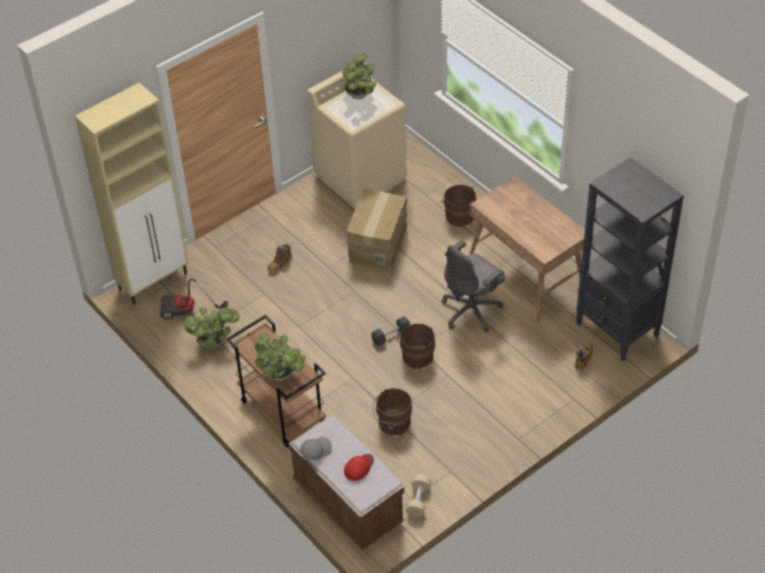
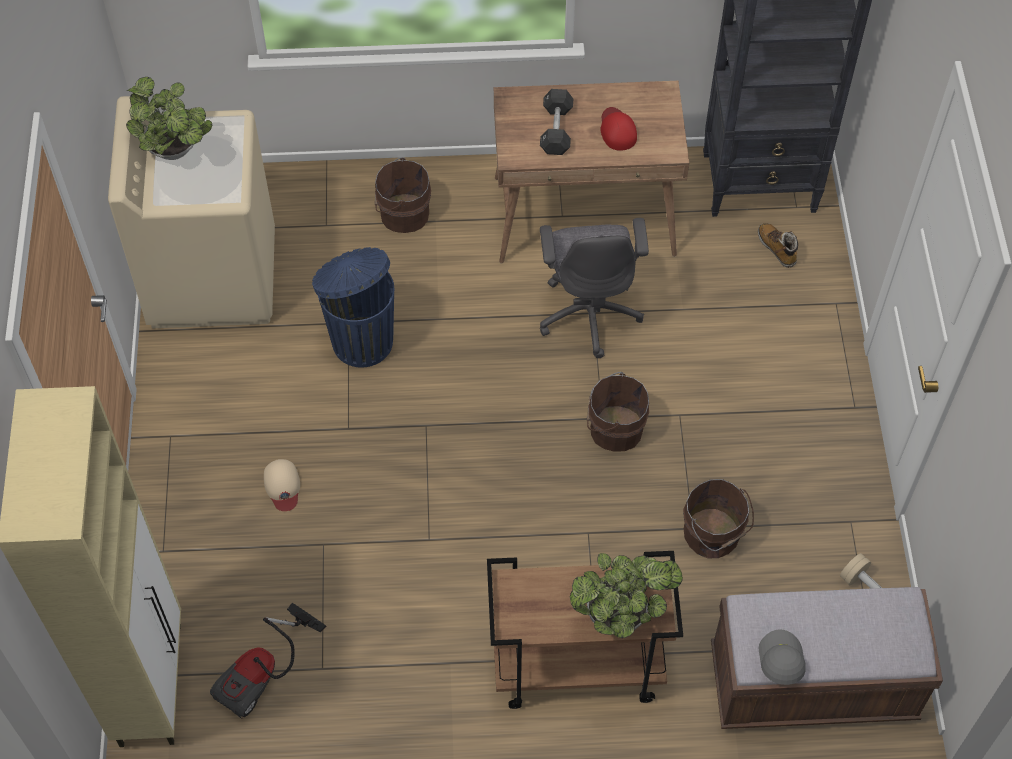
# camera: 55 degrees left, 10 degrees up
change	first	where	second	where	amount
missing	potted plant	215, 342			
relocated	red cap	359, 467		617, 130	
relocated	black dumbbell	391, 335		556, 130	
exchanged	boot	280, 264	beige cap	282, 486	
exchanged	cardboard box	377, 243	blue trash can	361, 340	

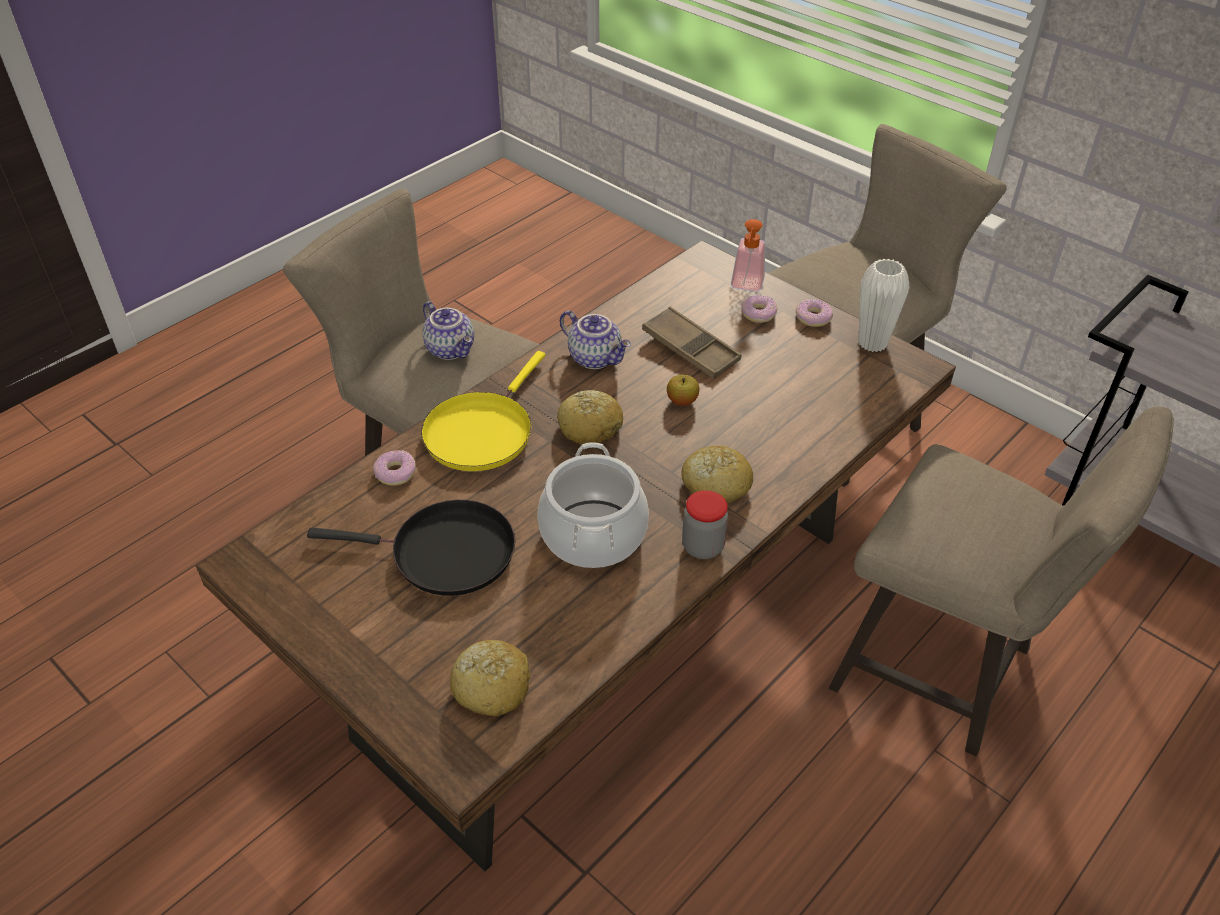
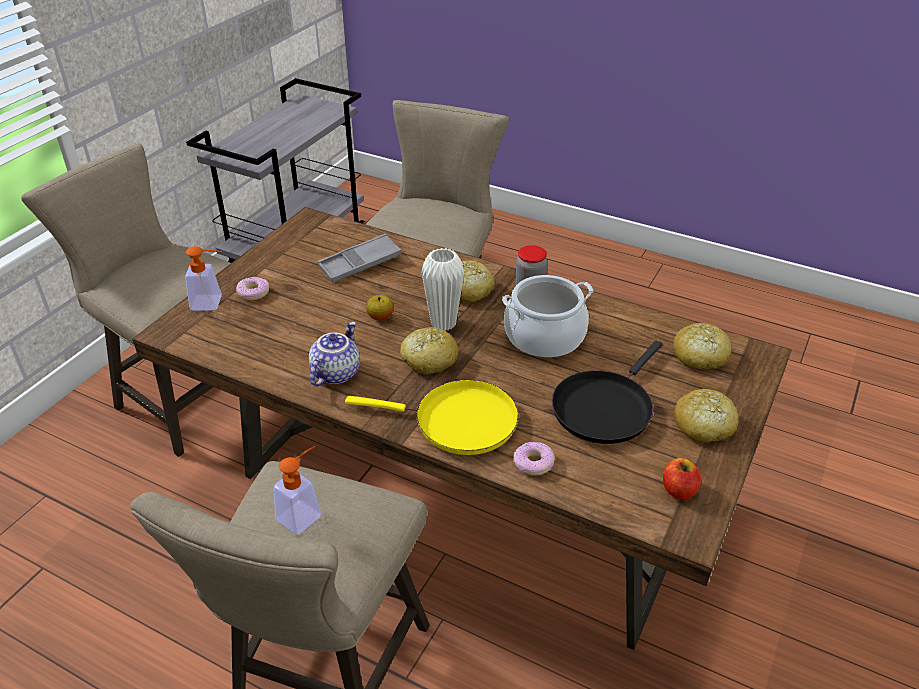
# camera: 105 degrees left, 5 degrees down
change	first	where	second	where	amount
missing	brown tray	690, 348			
missing	donut	813, 318			
appeared			grey tray	360, 263	
appeared			apple	679, 490	
appeared			bread	703, 425	
relocated	white vase	872, 343		443, 323	
exchanged	teapot	451, 349	soap dispenser	304, 513	
spun	black frying pan	445, 553		604, 407	135 degrees counterclockwise

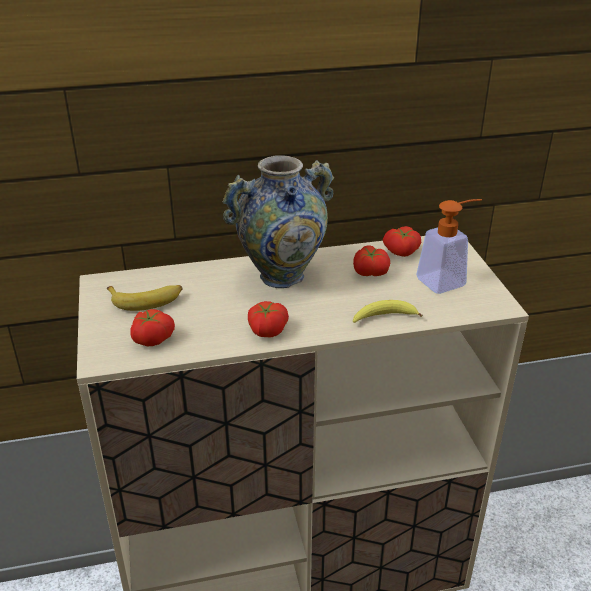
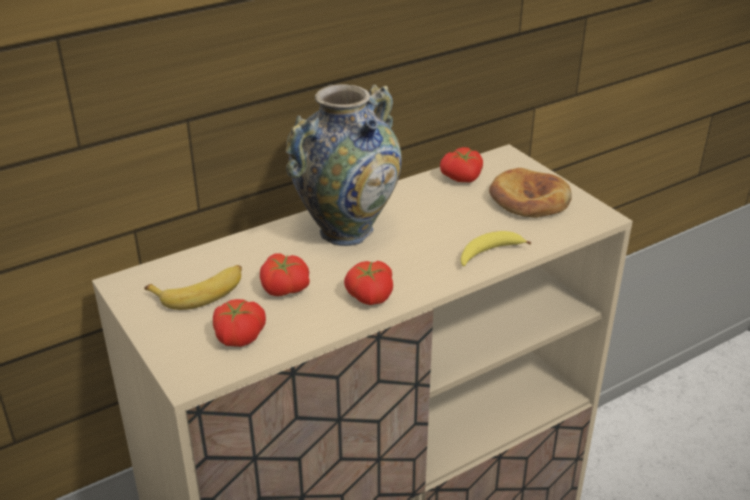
# camera: 20 degrees left, 0 degrees up
change	first	where	second	where	amount
relocated	tomato	369, 273		284, 289	
exchanged	soap dispenser	447, 280	bread	529, 199	

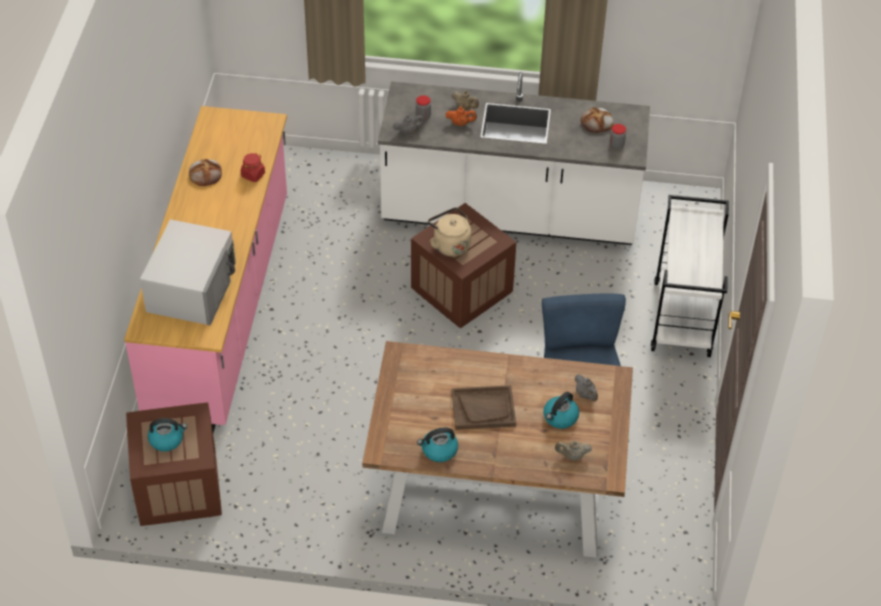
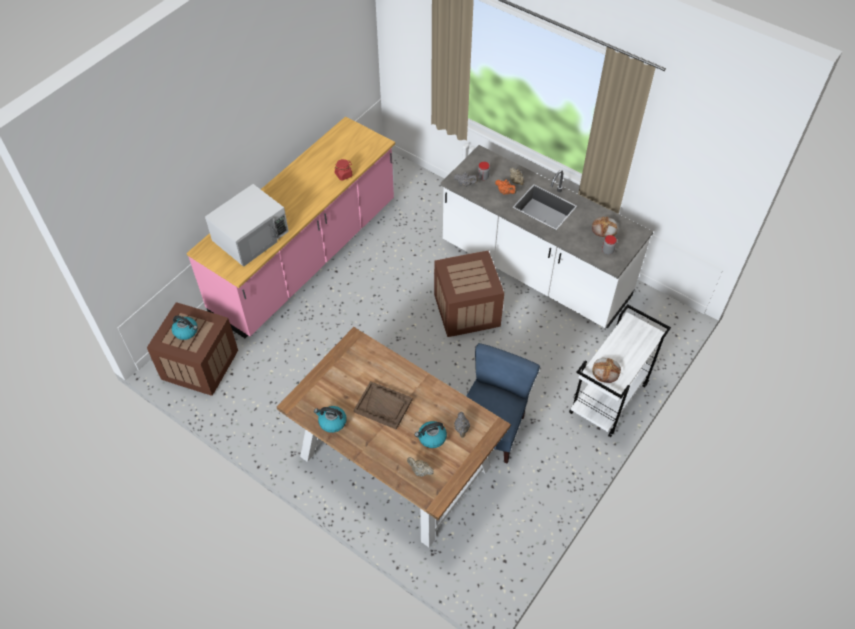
# camera: 30 degrees right, 5 degrees up
change	first	where	second	where	amount
missing	beige kettle	450, 244			
relocated	bread	206, 174		606, 371	

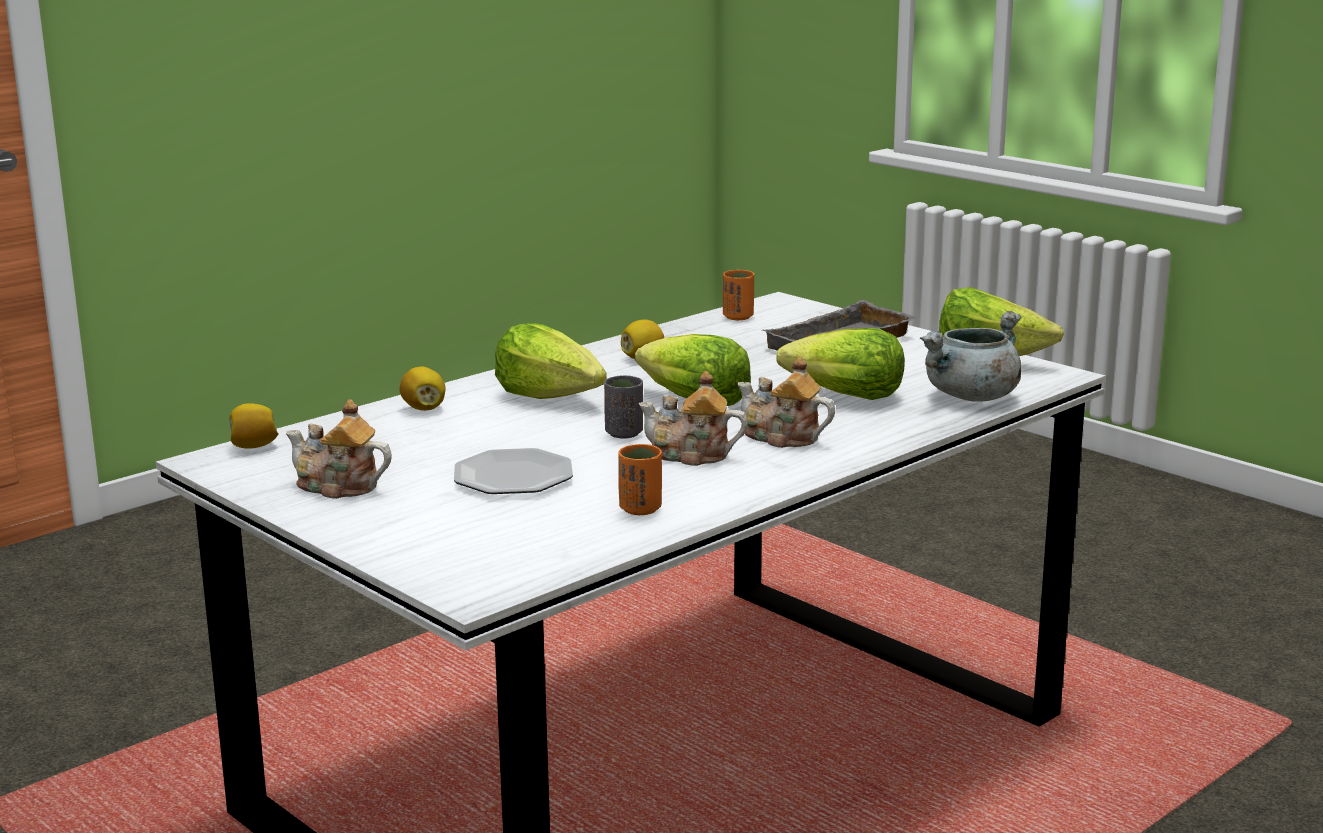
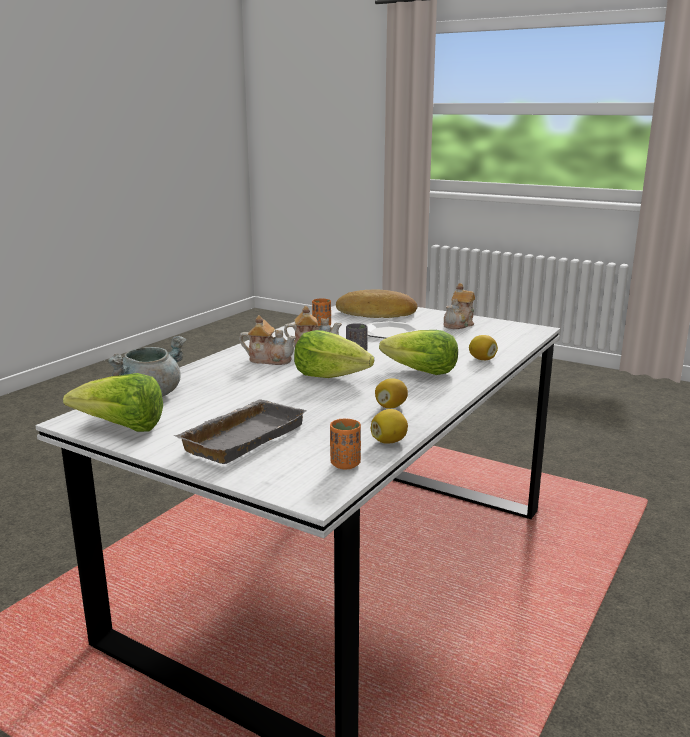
# camera: 165 degrees right, 0 degrees up
change	first	where	second	where	amount
missing	lettuce	844, 396			
appeared			bread	377, 313	
relocated	lemon	253, 447		389, 441	
spun	teapot	338, 487		459, 324	120 degrees clockwise

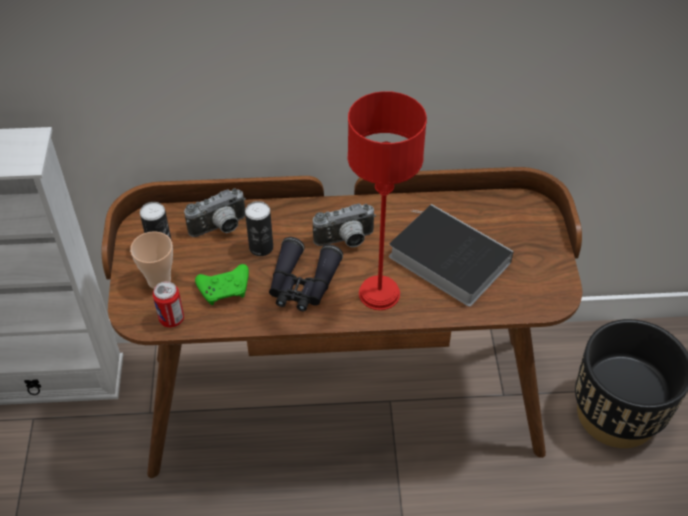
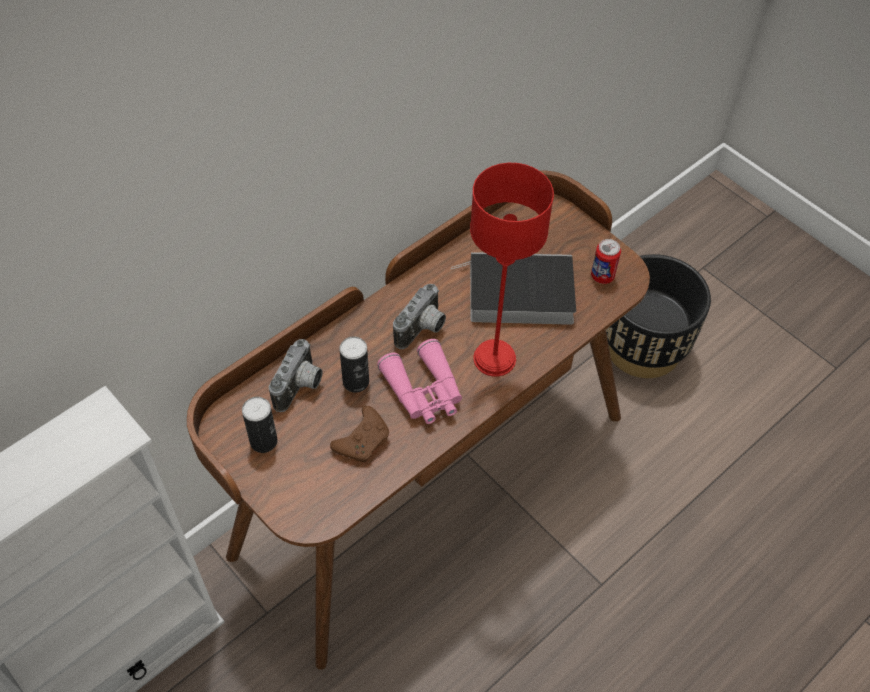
# camera: 40 degrees left, 5 degrees up
change	first	where	second	where	amount
missing	cup	159, 280			
relocated	can	171, 319		602, 276	
colour	green game controller	225, 289	brown game controller	363, 440	
colour	black binoculars	302, 284	pink binoculars	424, 391	

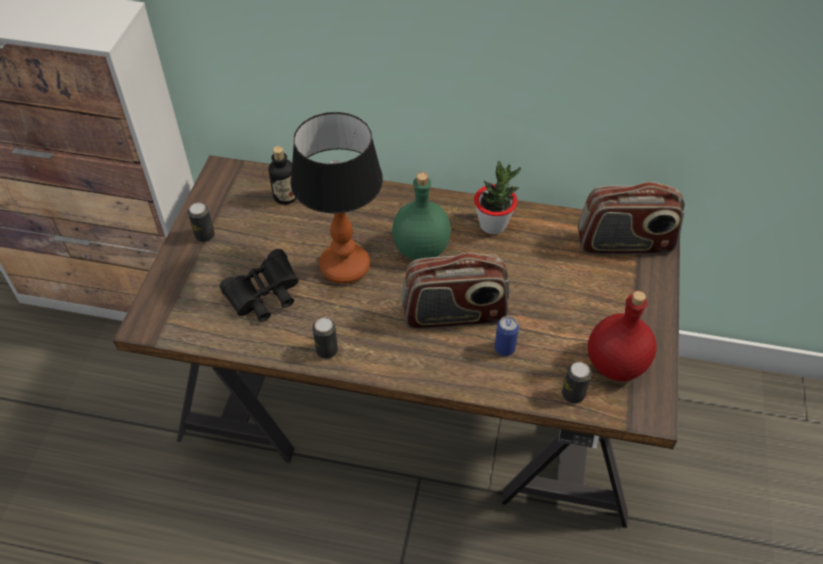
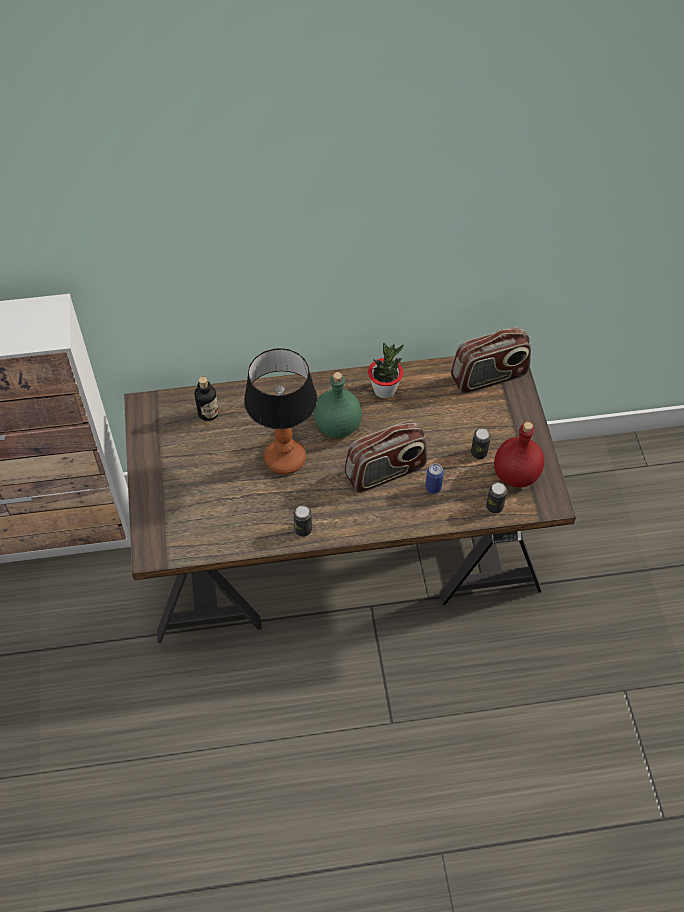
# camera: 20 degrees left, 5 degrees up
change	first	where	second	where	amount
missing	black binoculars	264, 297			
relocated	can	205, 235		479, 453	

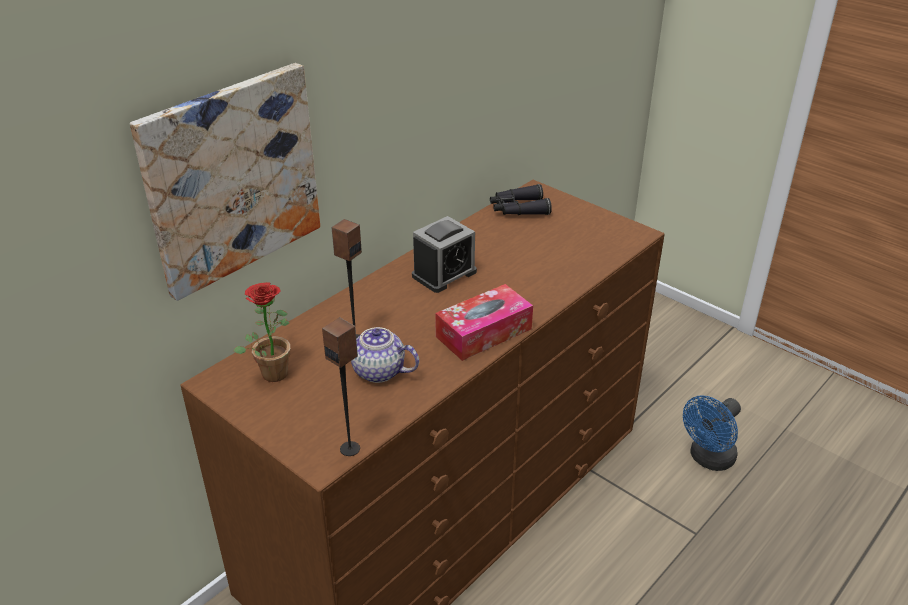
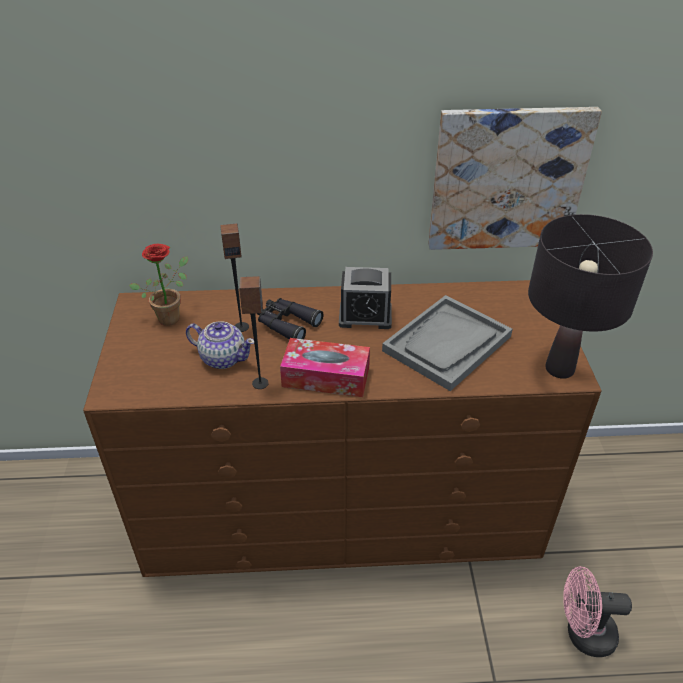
# camera: 45 degrees right, 5 degrees up
change	first	where	second	where	amount
appeared			grey tray	447, 344	
appeared			black table lamp	559, 368	
relocated	picture	231, 178		507, 179	
relocated	speaker	350, 448		260, 383	
relocated	black binoculars	518, 209		286, 324	
colour	blue fan	708, 459	pink fan	582, 634	
spun	teapot	379, 371		223, 358	135 degrees clockwise

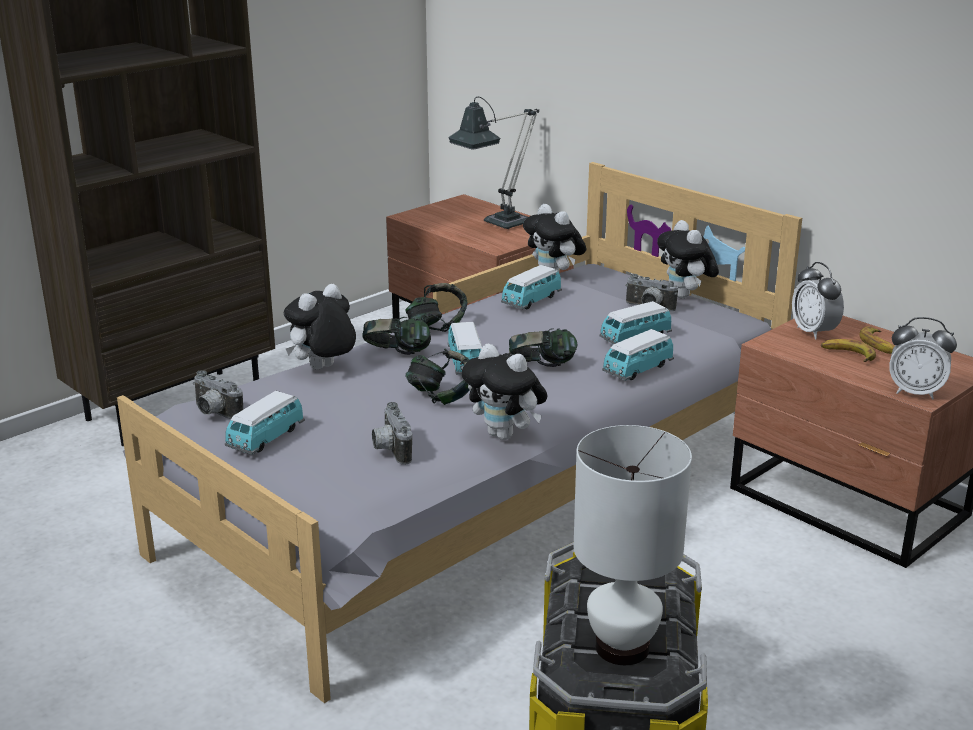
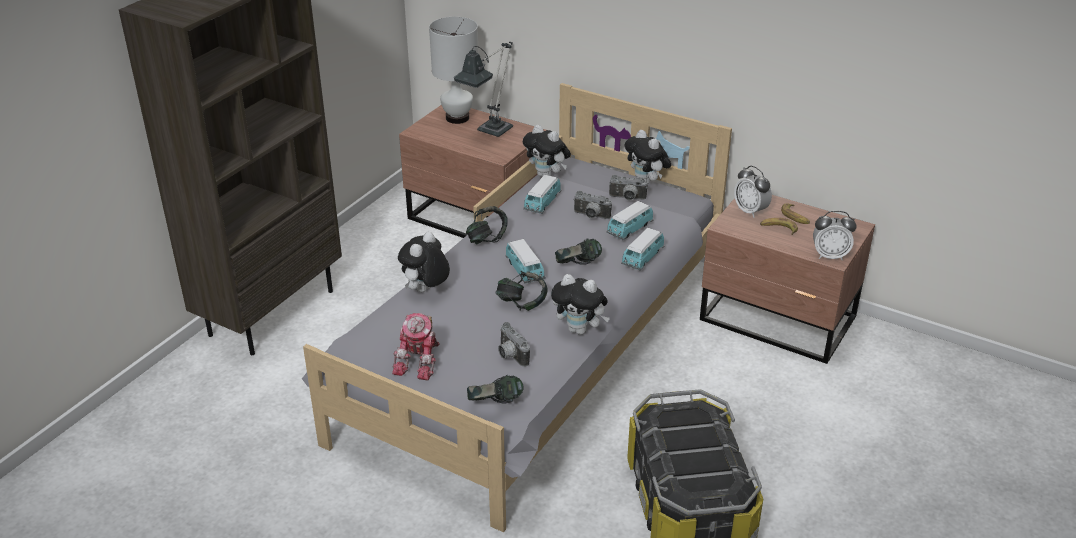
# camera: 15 degrees left, 10 degrees up
change	first	where	second	where	amount
relocated	photo camera	214, 414		590, 216	
relocated	headphones	397, 355		495, 405	
relocated	white table lamp	621, 647		457, 118	
exchanged	toy car	266, 439	toy robot	420, 361	

